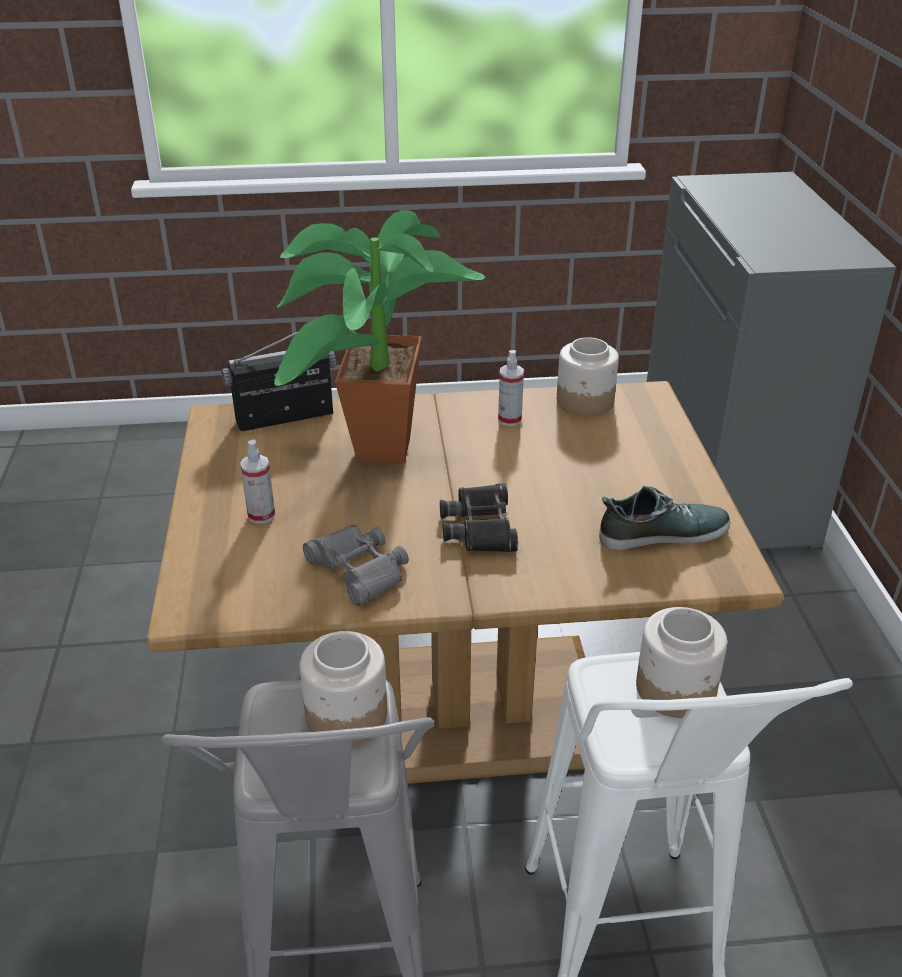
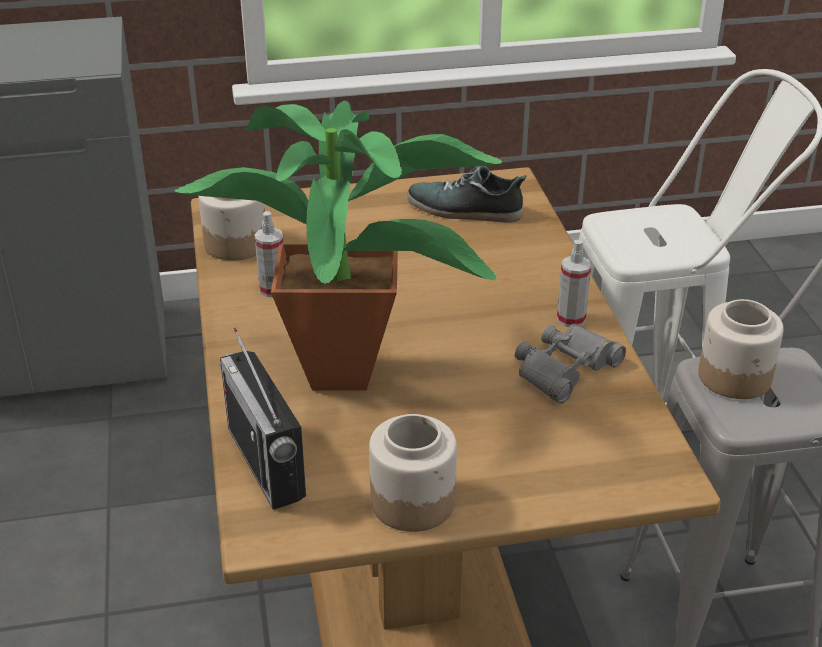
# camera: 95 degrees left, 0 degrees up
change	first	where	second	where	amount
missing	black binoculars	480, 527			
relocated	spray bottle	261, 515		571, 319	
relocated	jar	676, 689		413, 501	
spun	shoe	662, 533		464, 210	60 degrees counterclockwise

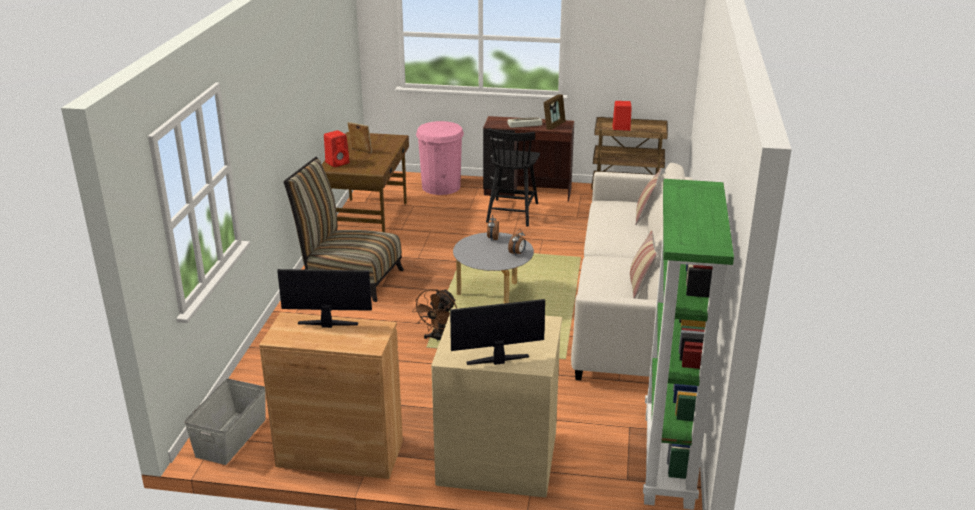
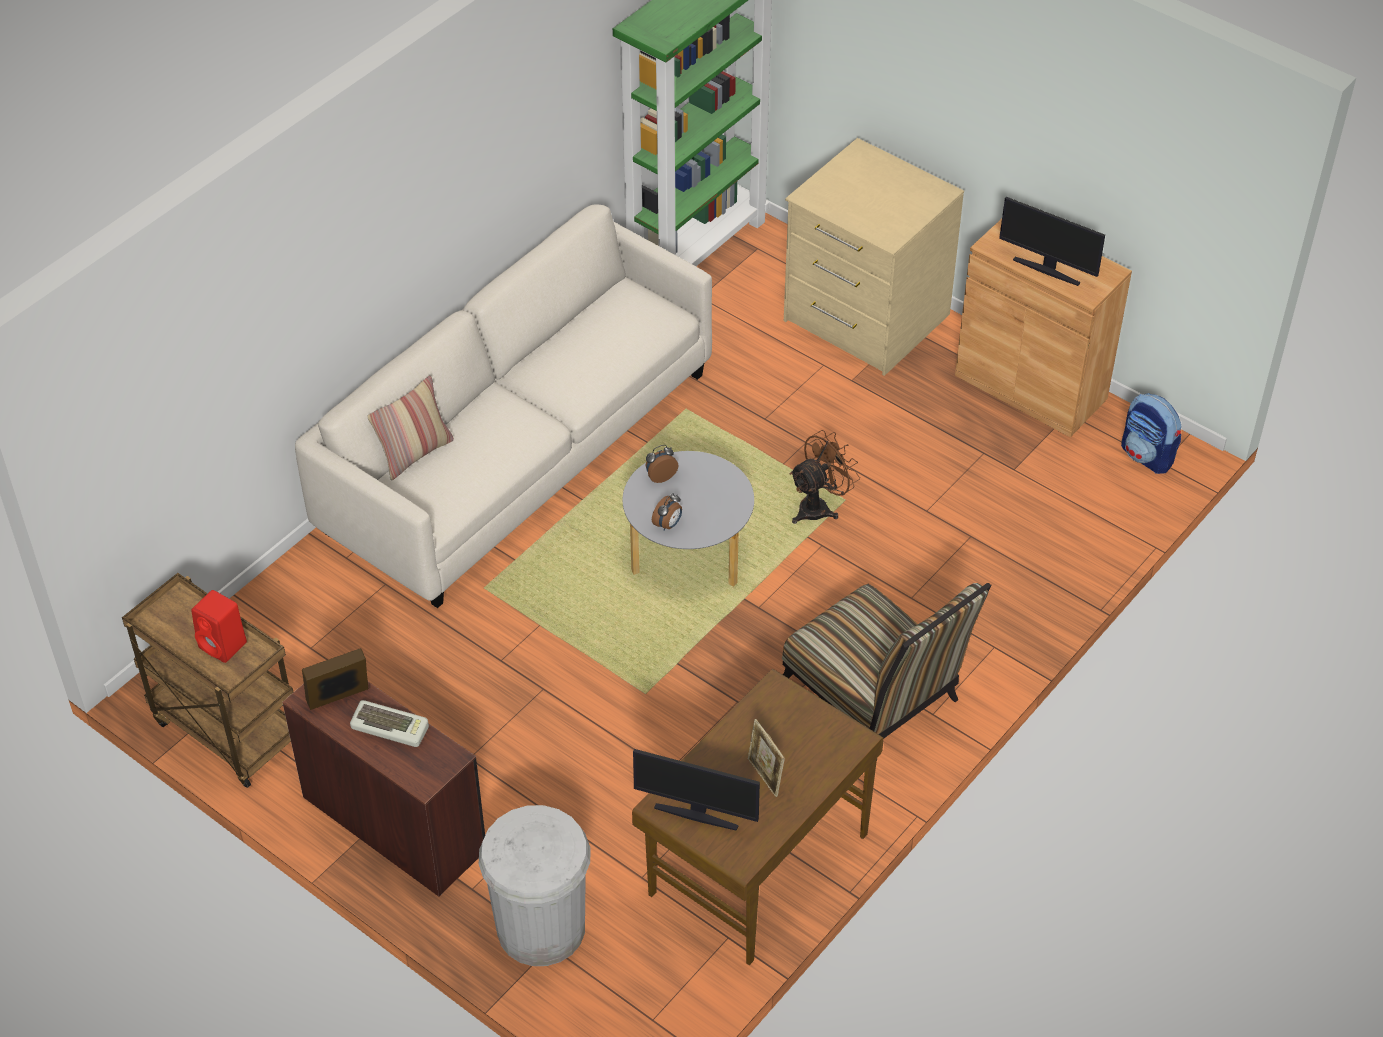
# camera: 150 degrees left, 20 degrees up
change	first	where	second	where	amount
missing	red speaker	338, 162			
missing	black chair	512, 212			
missing	pillow	640, 285			
relocated	monitor	498, 361		697, 814	
exchanged	grey storage box	230, 438	backpack	1147, 456	
colour	pink trash can	441, 186	white trash can	541, 928	

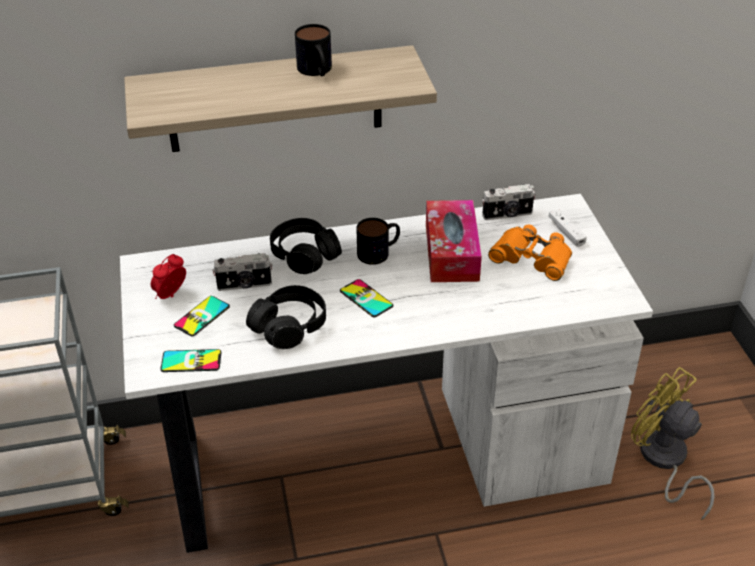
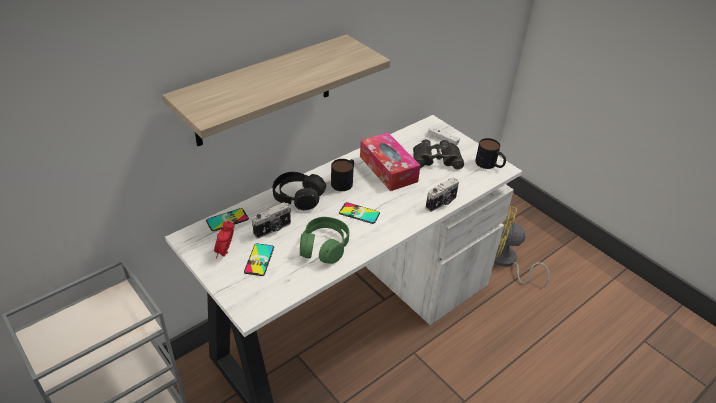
# camera: 30 degrees left, 0 degrees up
change	first	where	second	where	amount
relocated	phone	191, 361		227, 220	
relocated	mug	316, 71		489, 165	
relocated	photo camera	507, 215		442, 203	
colour	black headphones	289, 326	green headphones	324, 247	
colour	orange binoculars	532, 258	black binoculars	436, 159	

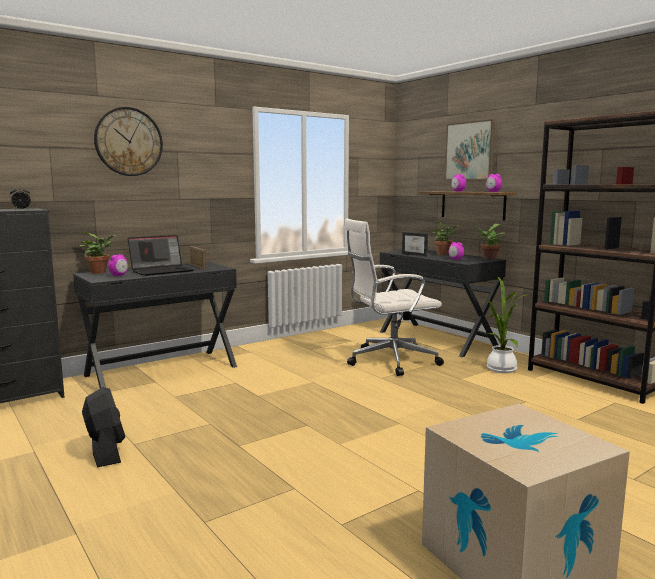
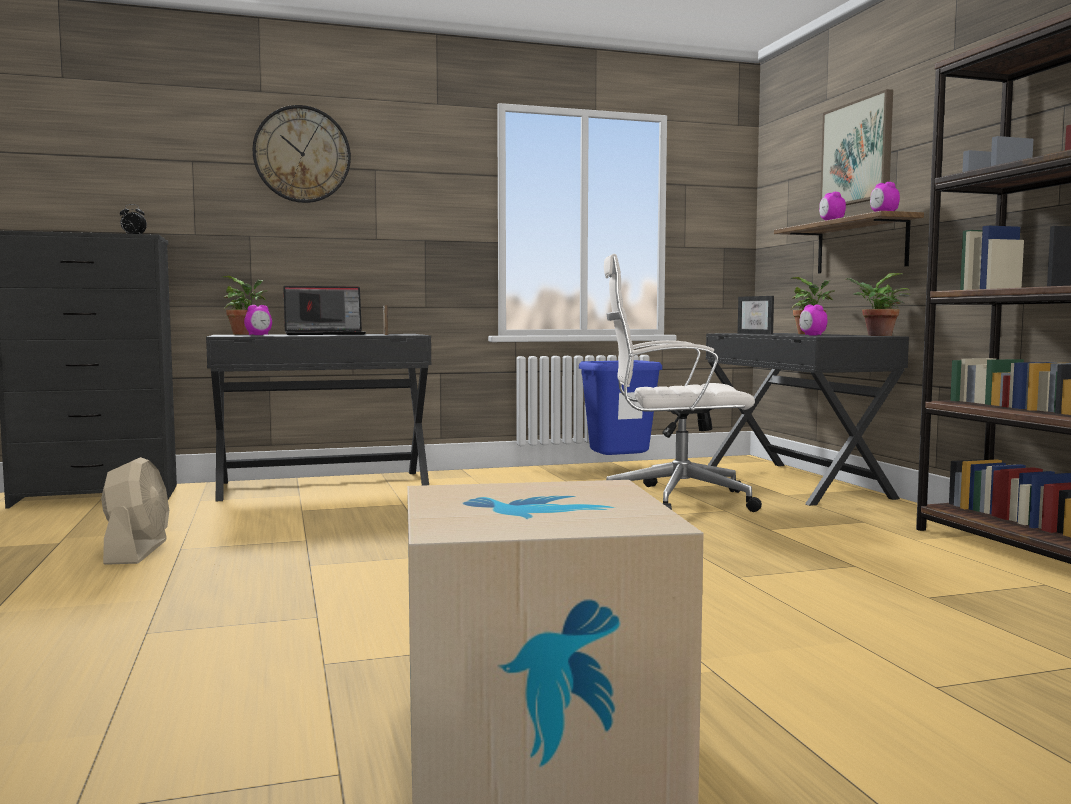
# camera: 20 degrees right, 5 degrees down
change	first	where	second	where	amount
missing	potted plant	501, 368			
appeared			blue trash can	619, 469	
colour	black fan	106, 451	beige fan	137, 552	

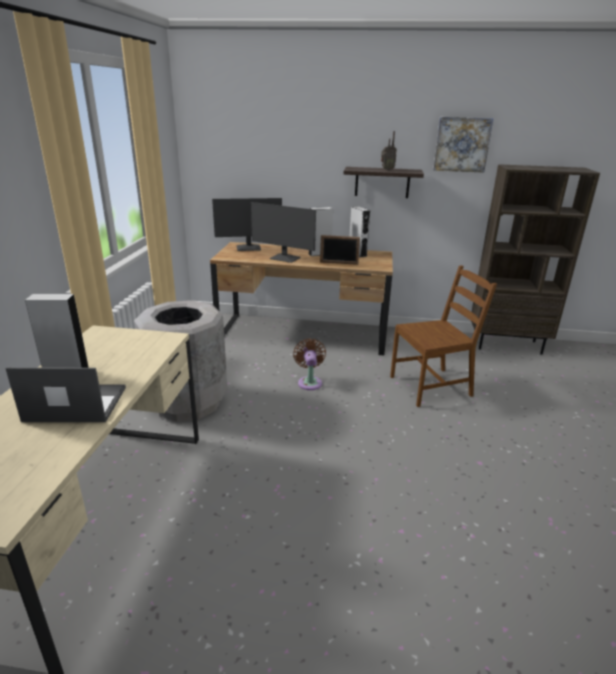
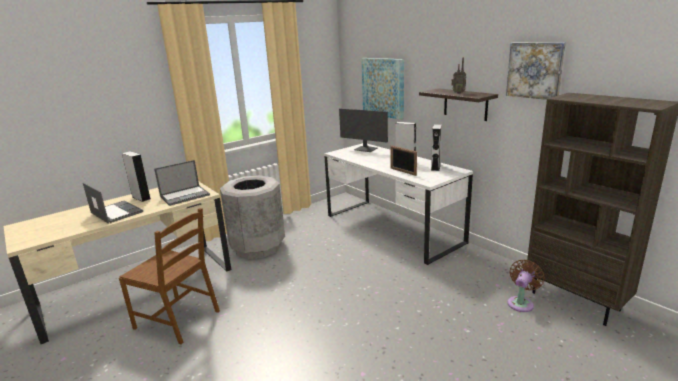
# camera: 45 degrees right, 5 degrees down
change	first	where	second	where	amount
missing	monitor	285, 258			
appeared			laptop	185, 195	
appeared			picture	383, 87	
relocated	brown fan	309, 382		521, 303	
relocated	brown chair	431, 386		178, 319	
colour	brown desk	303, 334	white desk	392, 228	

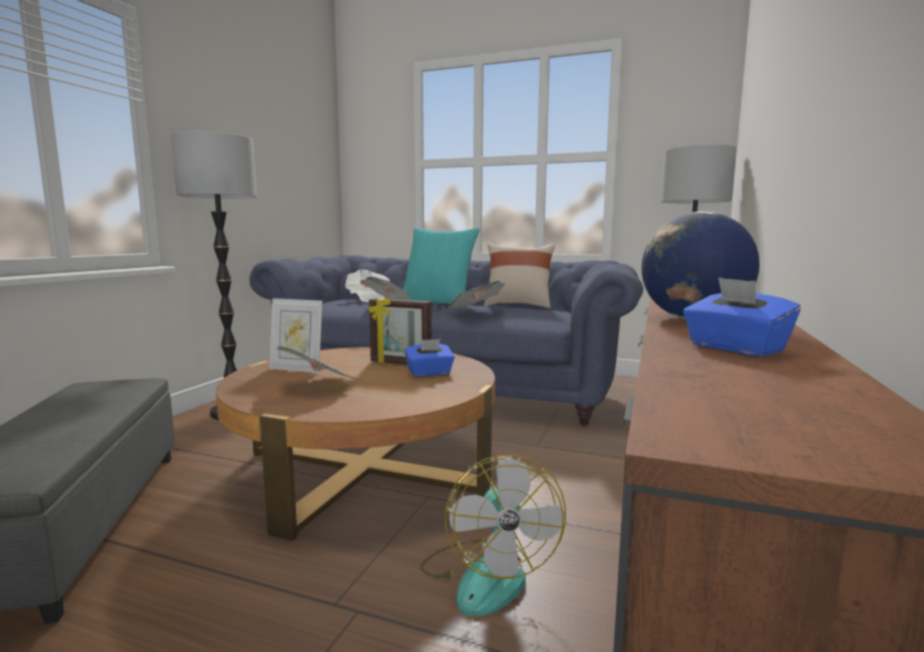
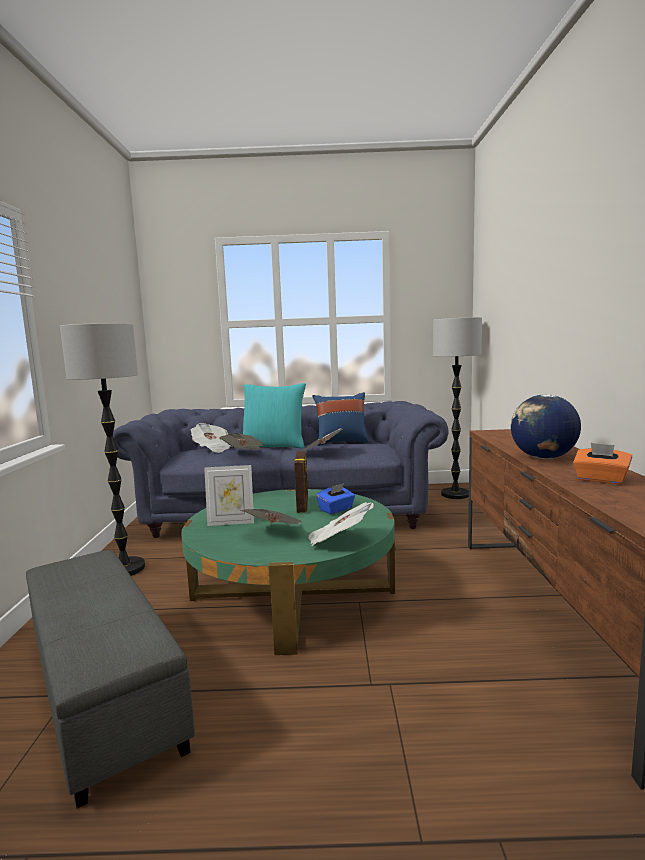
# camera: 20 degrees left, 0 degrees up
change	first	where	second	where	amount
missing	fan	487, 575			
appeared			newspaper	339, 541	
colour	brown coffee table	364, 469	green coffee table	292, 592	
colour	beige pillow	518, 305	blue pillow	341, 442	
colour	blue tissue box	735, 348	orange tissue box	601, 479	
spun	picture frame	400, 363		303, 505	90 degrees counterclockwise

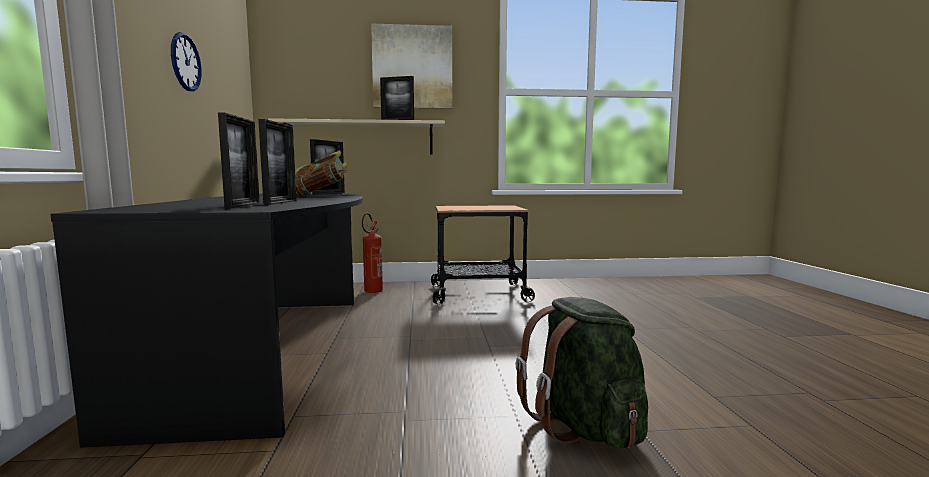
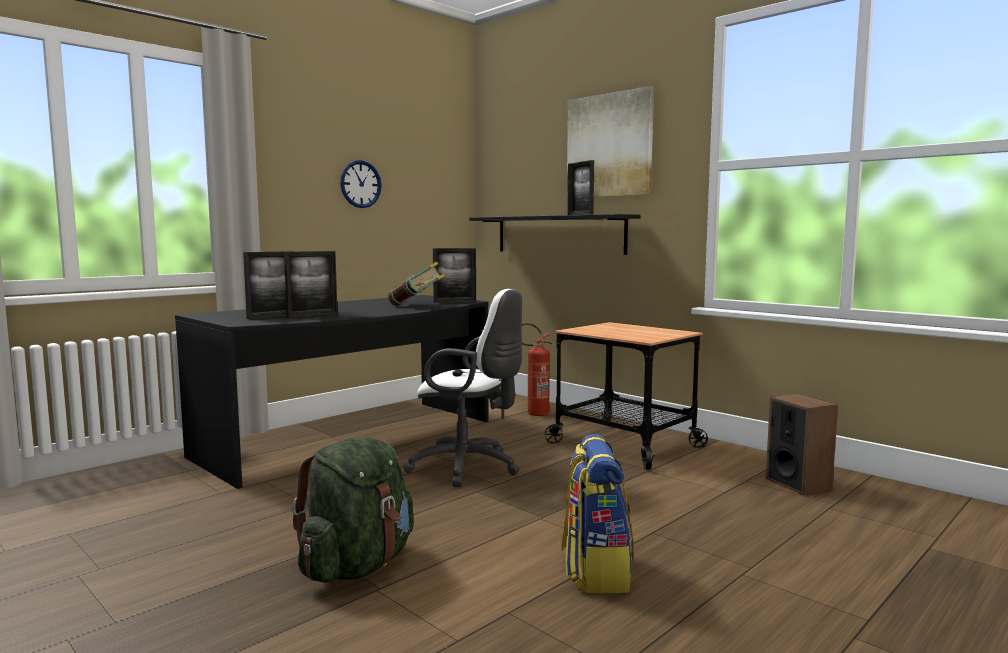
# camera: 50 degrees right, 0 degrees up
change	first	where	second	where	amount
appeared			white office chair	469, 468	
appeared			backpack	595, 571	
appeared			speaker	798, 484	
colour	beige shelf	362, 138	black shelf	559, 234	

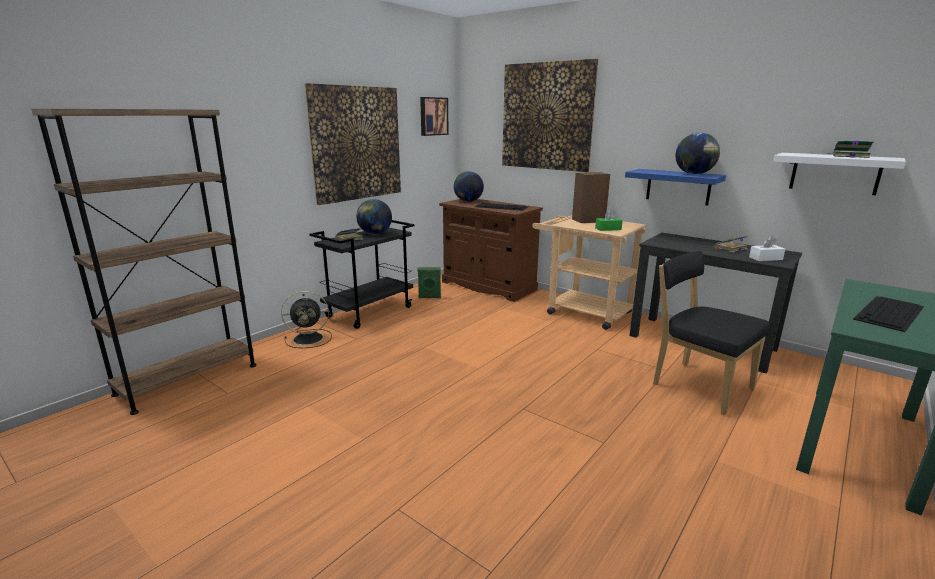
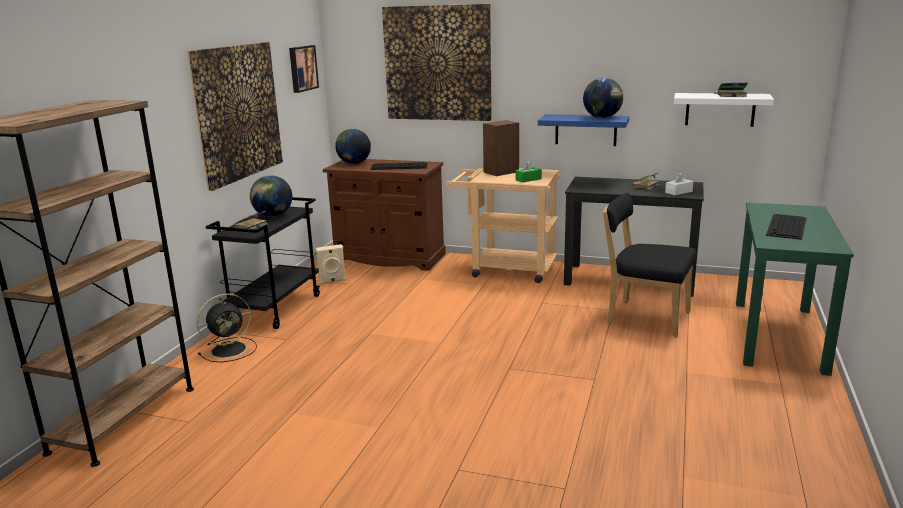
# camera: 20 degrees left, 0 degrees up
change	first	where	second	where	amount
colour	green speaker	429, 297	beige speaker	332, 281	

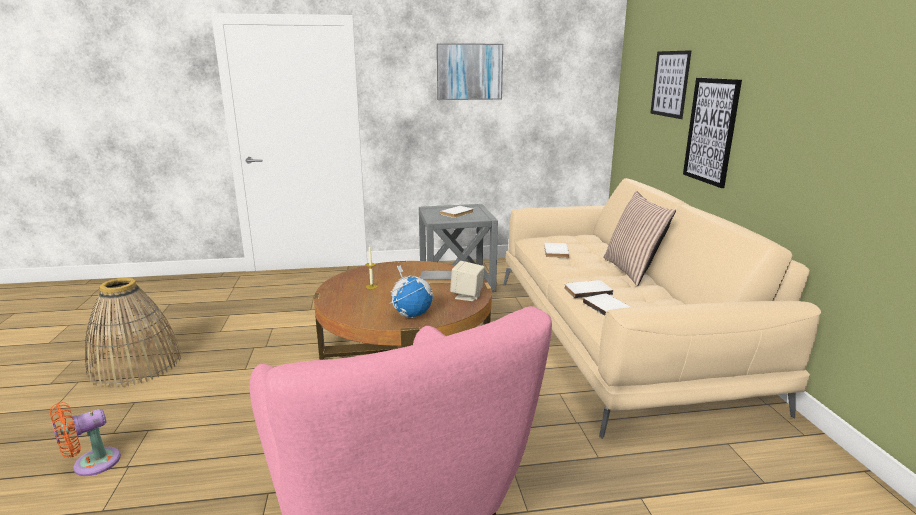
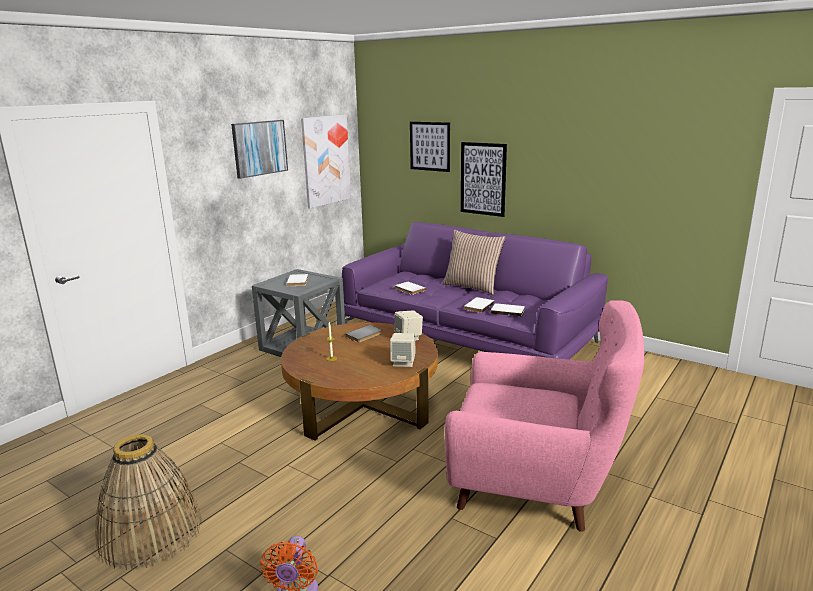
# camera: 45 degrees left, 0 degrees up
change	first	where	second	where	amount
appeared			picture	326, 160	
exchanged	globe	412, 314	beige speaker	403, 362	
colour	beige sofa	617, 337	purple sofa	468, 339	

